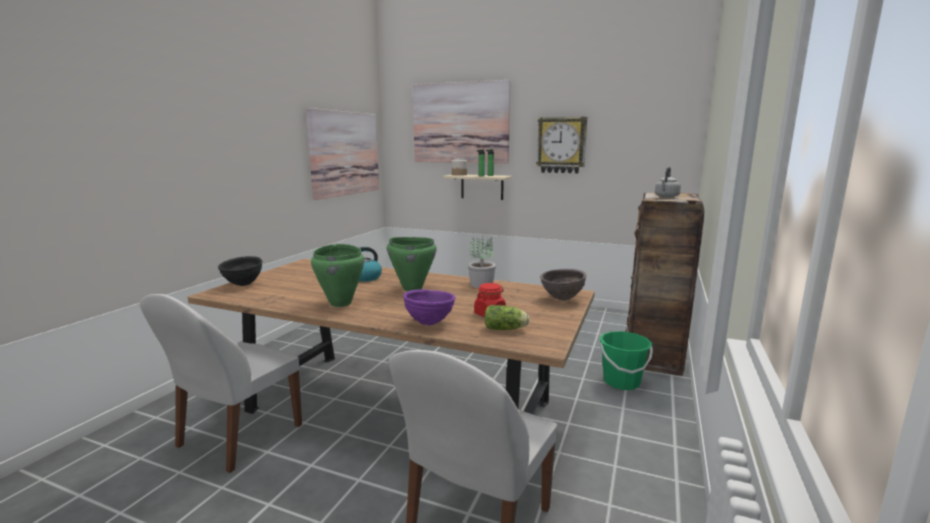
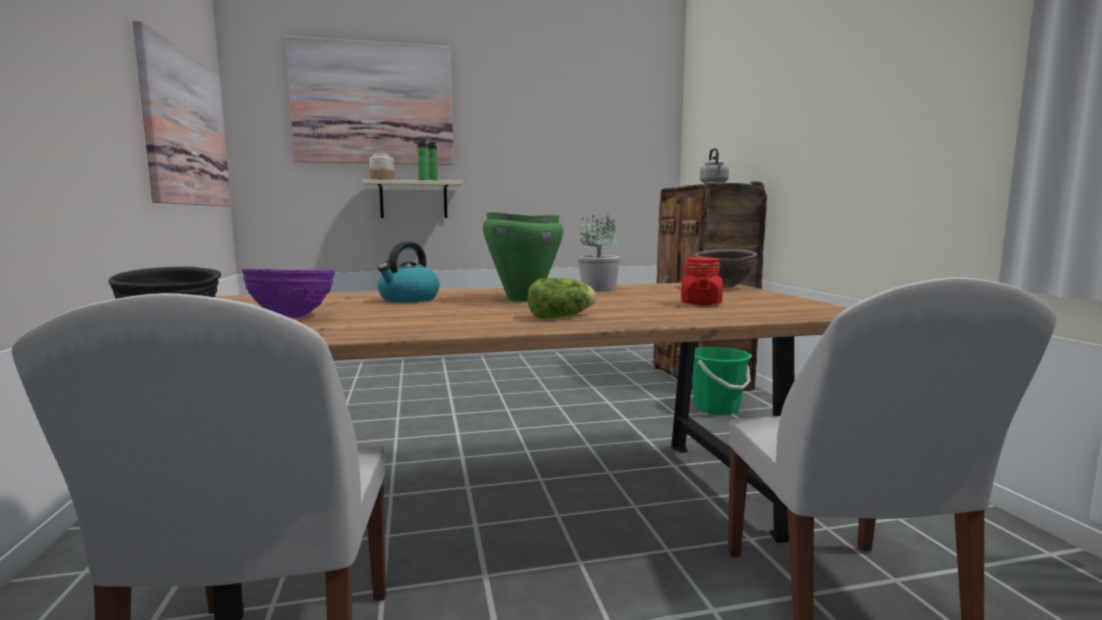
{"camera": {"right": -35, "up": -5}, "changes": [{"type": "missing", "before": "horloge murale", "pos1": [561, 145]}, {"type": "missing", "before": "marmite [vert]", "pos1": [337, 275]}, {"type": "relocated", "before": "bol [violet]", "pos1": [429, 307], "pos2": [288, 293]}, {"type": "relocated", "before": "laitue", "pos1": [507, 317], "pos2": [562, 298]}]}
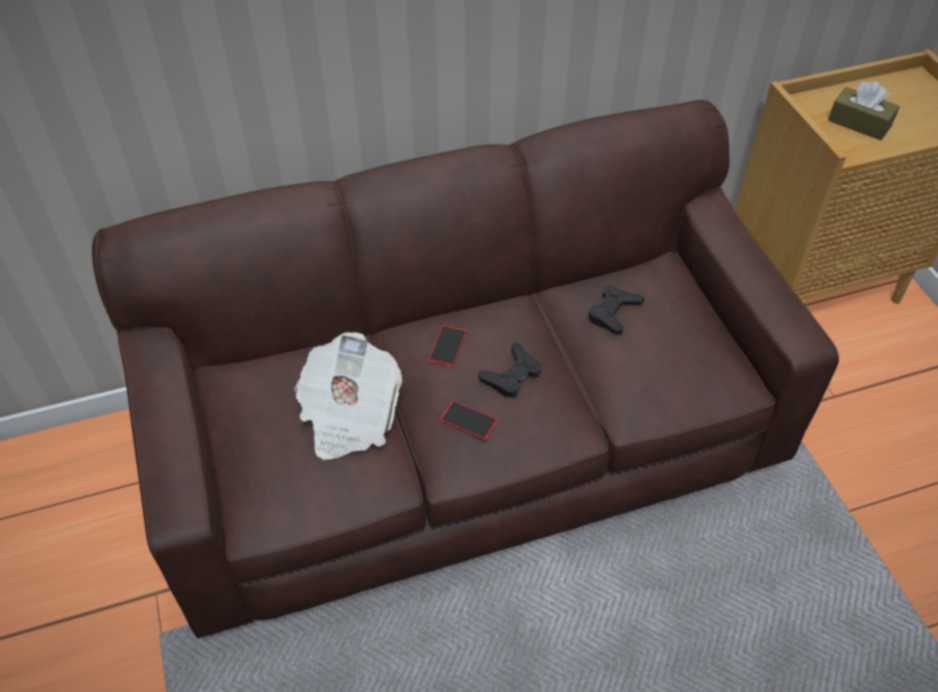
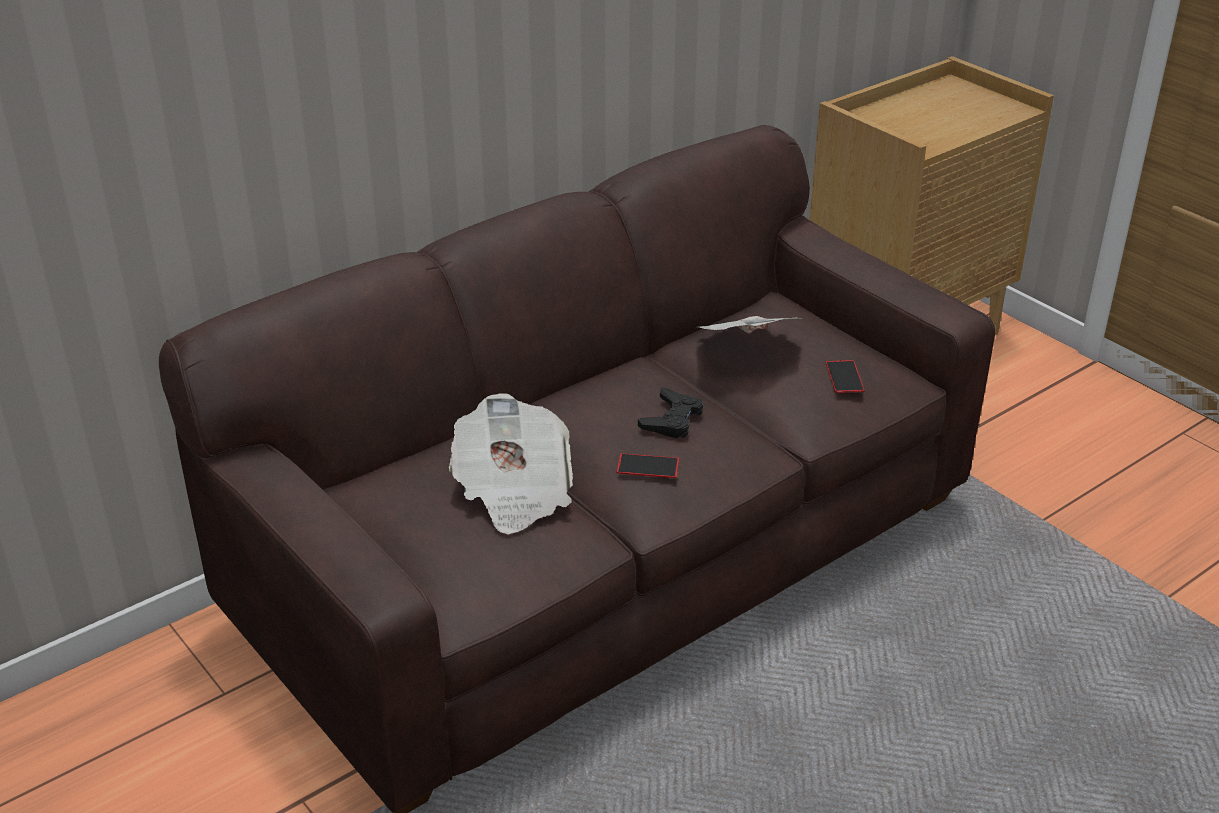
{"camera": {"right": -20, "up": -15}, "changes": [{"type": "missing", "before": "boîte à mouchoirs [marron]", "pos1": [864, 110]}, {"type": "exchanged", "before": "manette [noir]", "after": "journal", "pos1": [616, 309], "pos2": [750, 325]}, {"type": "relocated", "before": "téléphone", "pos1": [447, 346], "pos2": [845, 376]}]}
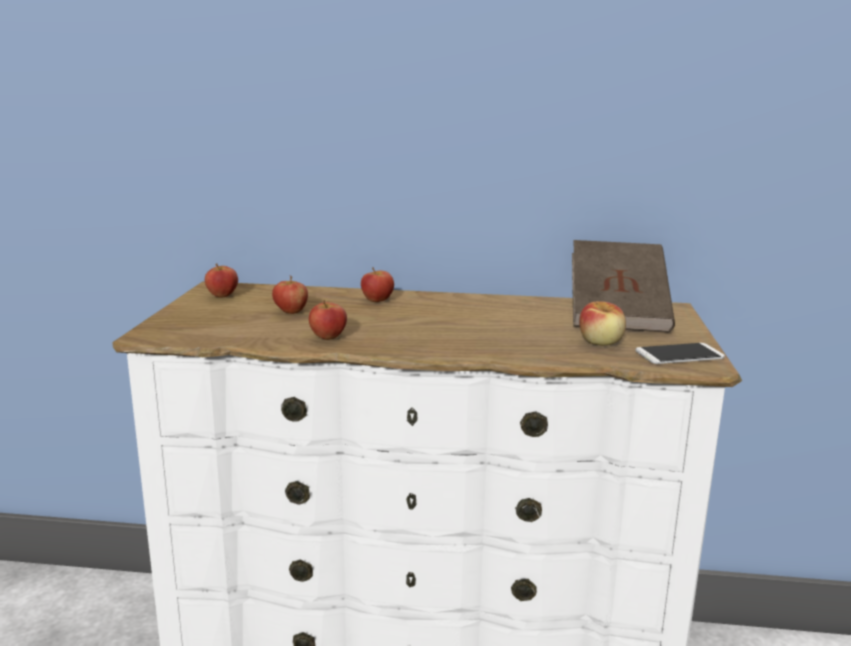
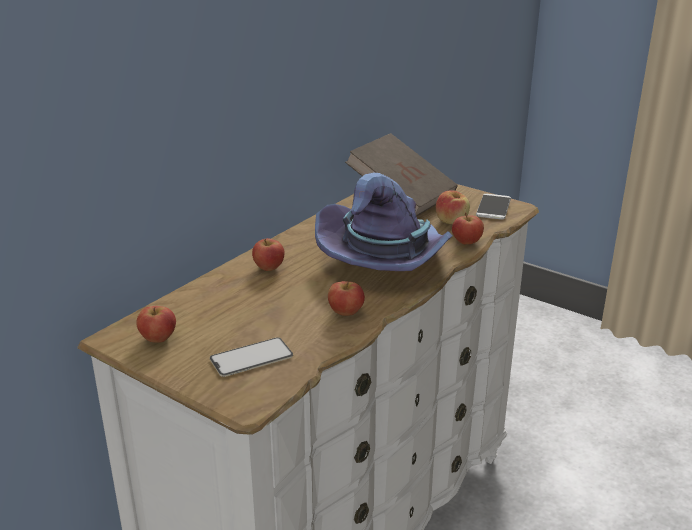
{"camera": {"right": -60, "up": 10}, "changes": [{"type": "relocated", "before": "pomme", "pos1": [290, 294], "pos2": [468, 228]}, {"type": "appeared", "after": "chapeau [violet]", "pos2": [383, 222]}, {"type": "appeared", "after": "téléphone", "pos2": [251, 357]}]}
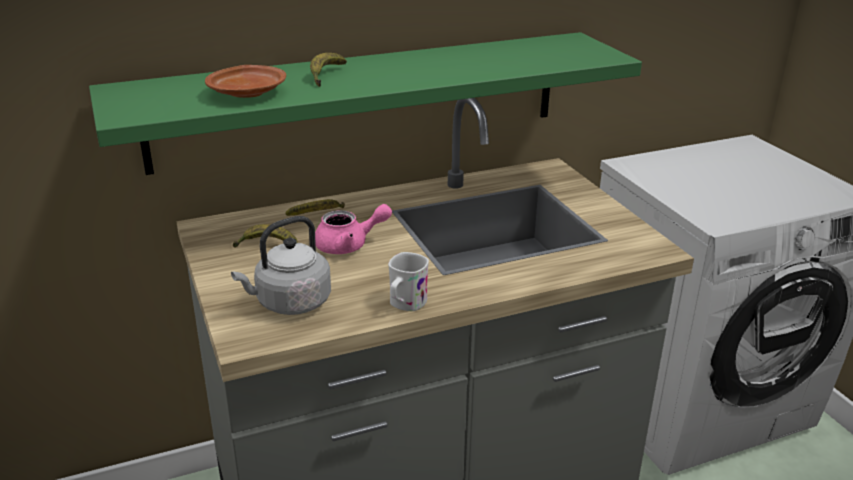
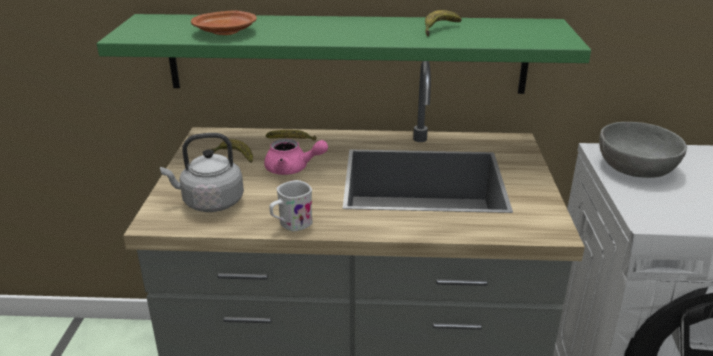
{"camera": {"right": 25, "up": 0}, "changes": [{"type": "relocated", "before": "banane", "pos1": [328, 70], "pos2": [443, 23]}, {"type": "appeared", "after": "bol [gris]", "pos2": [643, 150]}]}
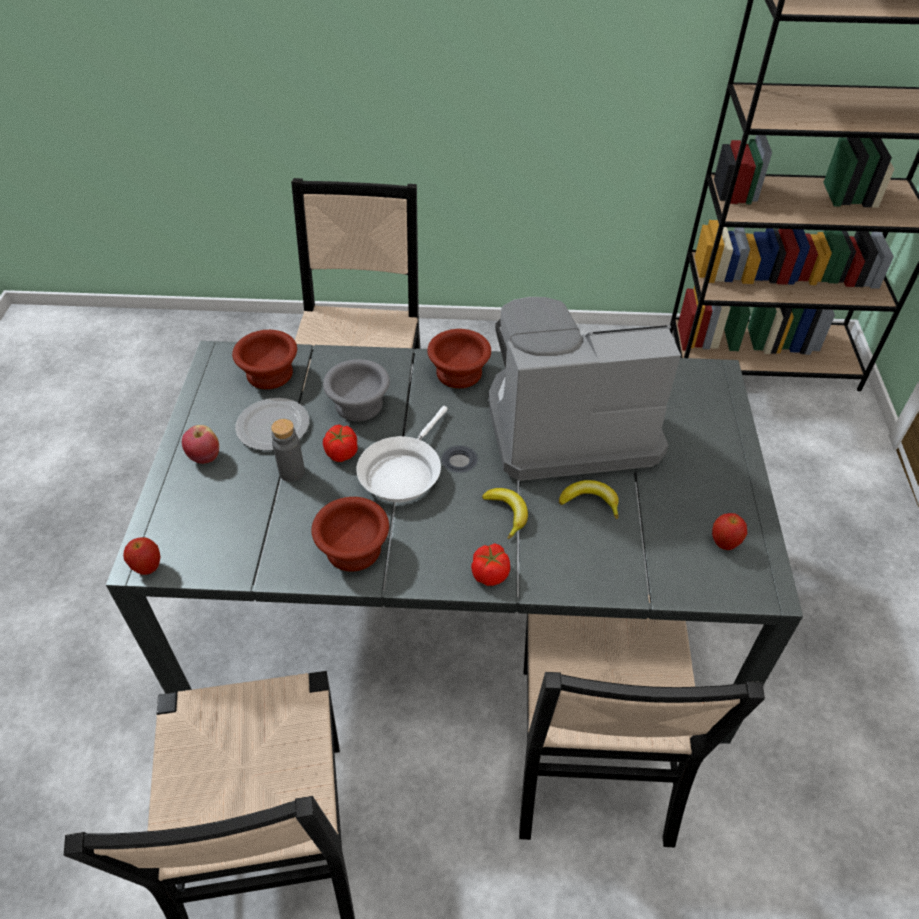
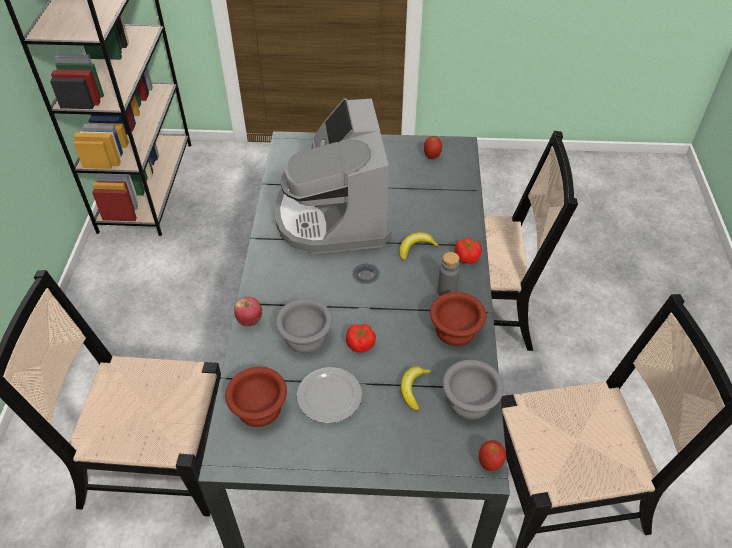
{"camera": {"right": -90, "up": 0}, "changes": [{"type": "missing", "before": "bol [marron]", "pos1": [459, 358]}, {"type": "missing", "before": "poêle [blanc]", "pos1": [402, 454]}, {"type": "relocated", "before": "bouteille [gris]", "pos1": [288, 450], "pos2": [448, 274]}, {"type": "relocated", "before": "pomme", "pos1": [200, 444], "pos2": [248, 311]}, {"type": "relocated", "before": "banane", "pos1": [589, 499], "pos2": [417, 388]}, {"type": "appeared", "after": "bol [gris]", "pos2": [473, 389]}]}
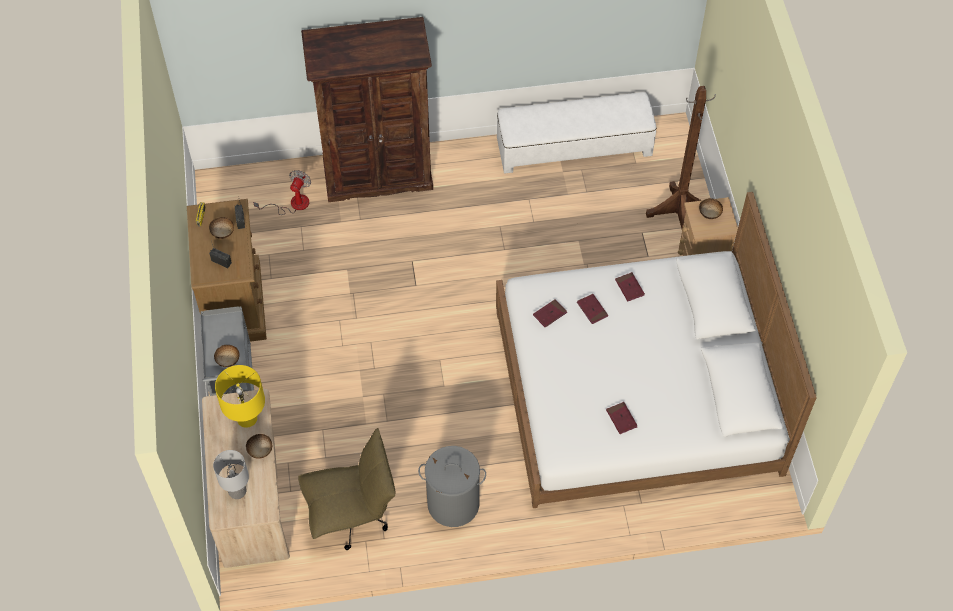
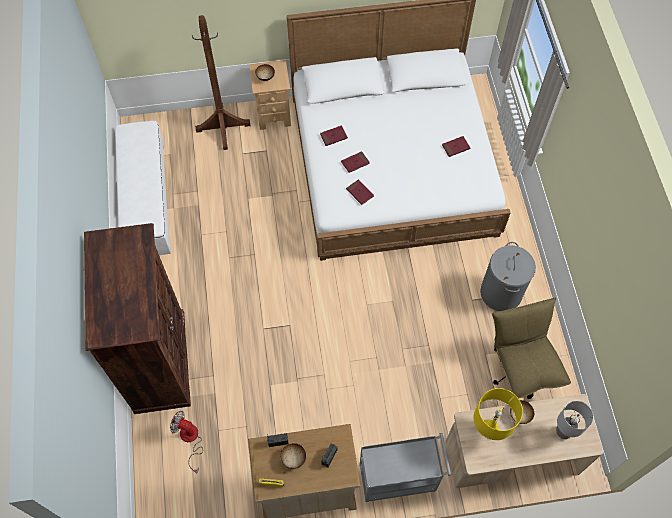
{"camera": {"right": -90, "up": 5}, "changes": [{"type": "missing", "before": "bol", "pos1": [226, 356]}]}
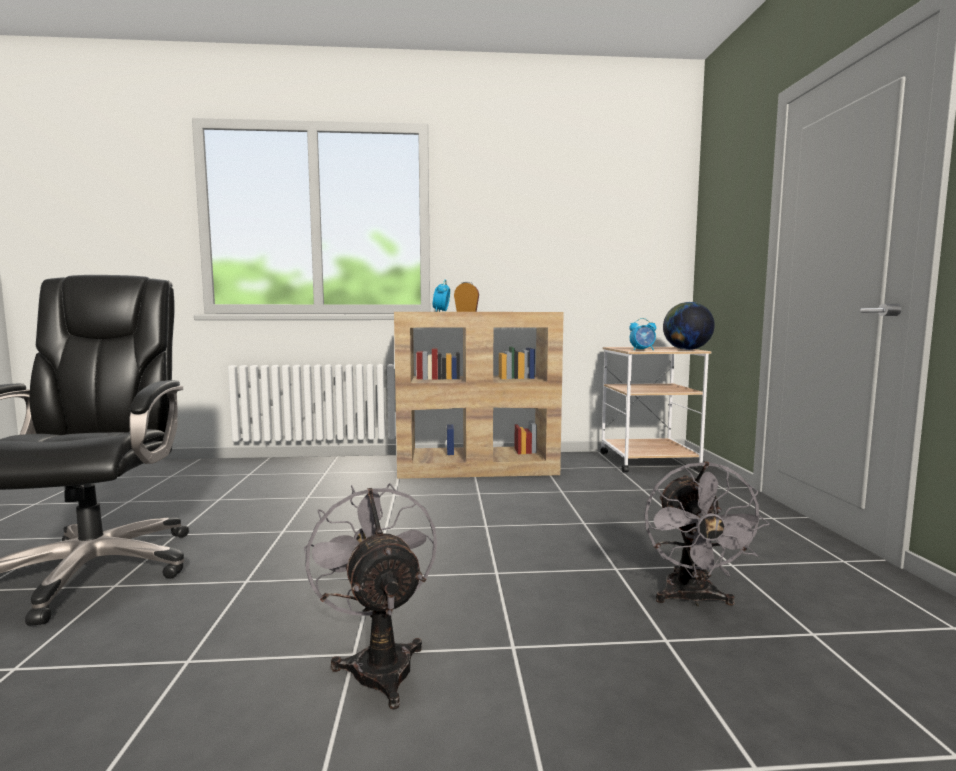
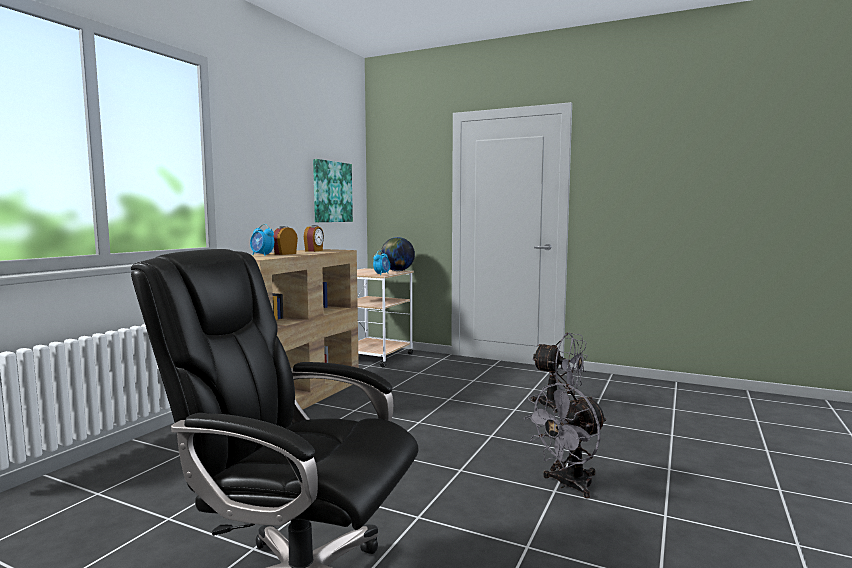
{"camera": {"right": -60, "up": 0}, "changes": [{"type": "spun", "before": "ventilateur [gris]", "pos1": [370, 596], "pos2": [565, 440], "turn": -45}, {"type": "appeared", "after": "tableau", "pos2": [333, 190]}, {"type": "appeared", "after": "réveil", "pos2": [314, 238]}]}
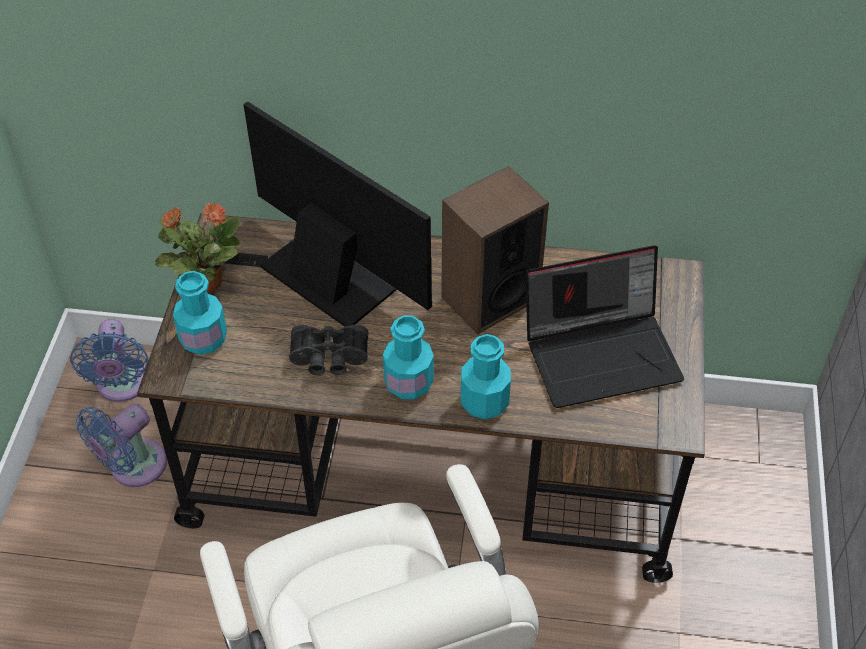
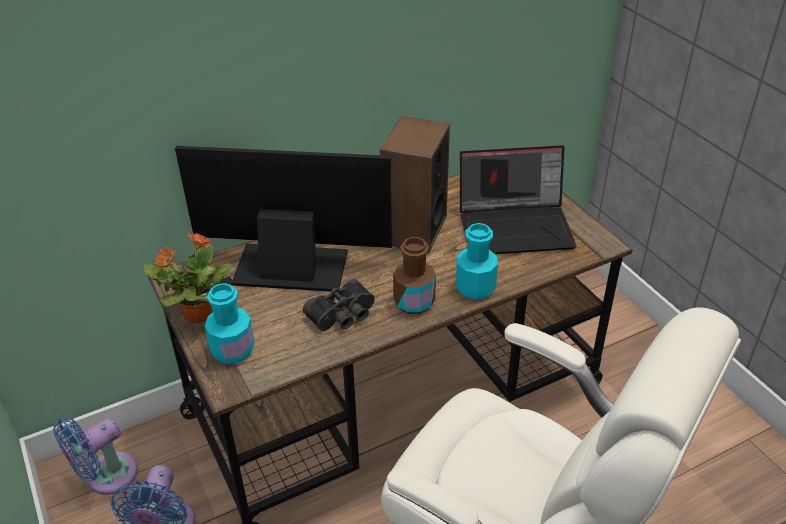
{"camera": {"right": -35, "up": -10}, "changes": [{"type": "spun", "before": "ordinateur portable", "pos1": [605, 326], "pos2": [518, 199], "turn": 45}, {"type": "colour", "before": "bouteille [turquoise]", "after": "bouteille [marron]", "pos1": [408, 357], "pos2": [414, 275]}, {"type": "spun", "before": "ventilateur [bleu]", "pos1": [109, 360], "pos2": [95, 456], "turn": 90}]}
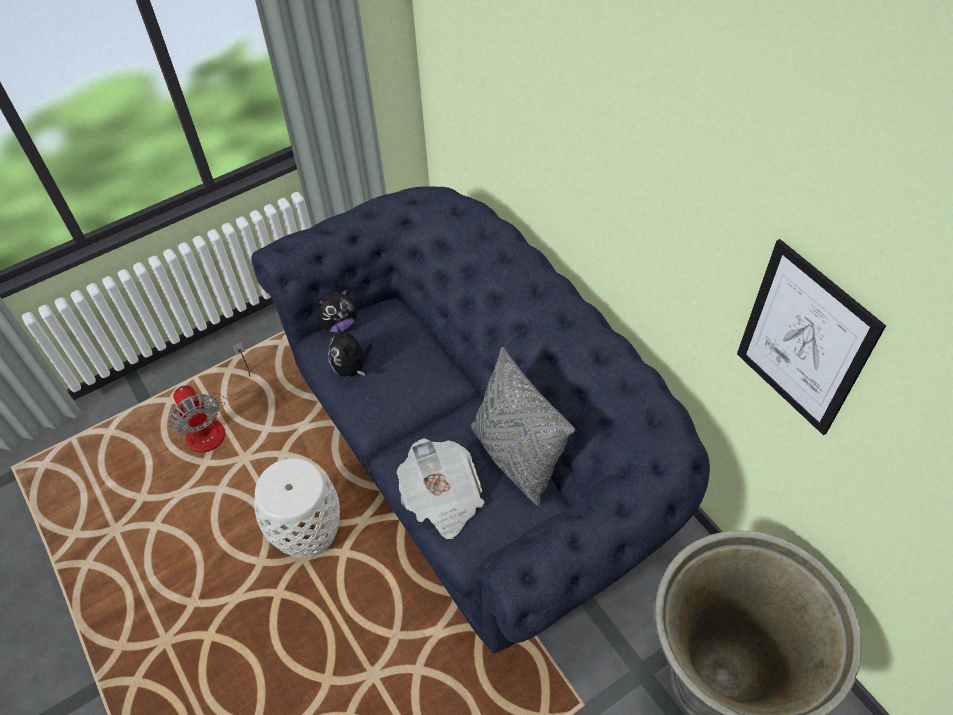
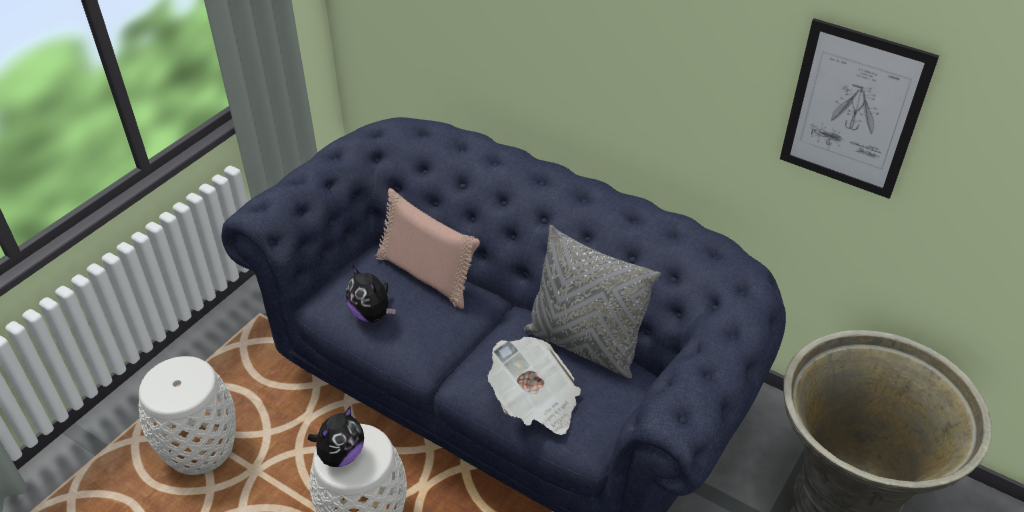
{"camera": {"right": -25, "up": -10}, "changes": [{"type": "relocated", "before": "peluche", "pos1": [337, 310], "pos2": [336, 436]}, {"type": "exchanged", "before": "ventilateur", "after": "tabouret [blanc]", "pos1": [209, 397], "pos2": [187, 415]}, {"type": "appeared", "after": "coussin [beige]", "pos2": [427, 248]}]}
